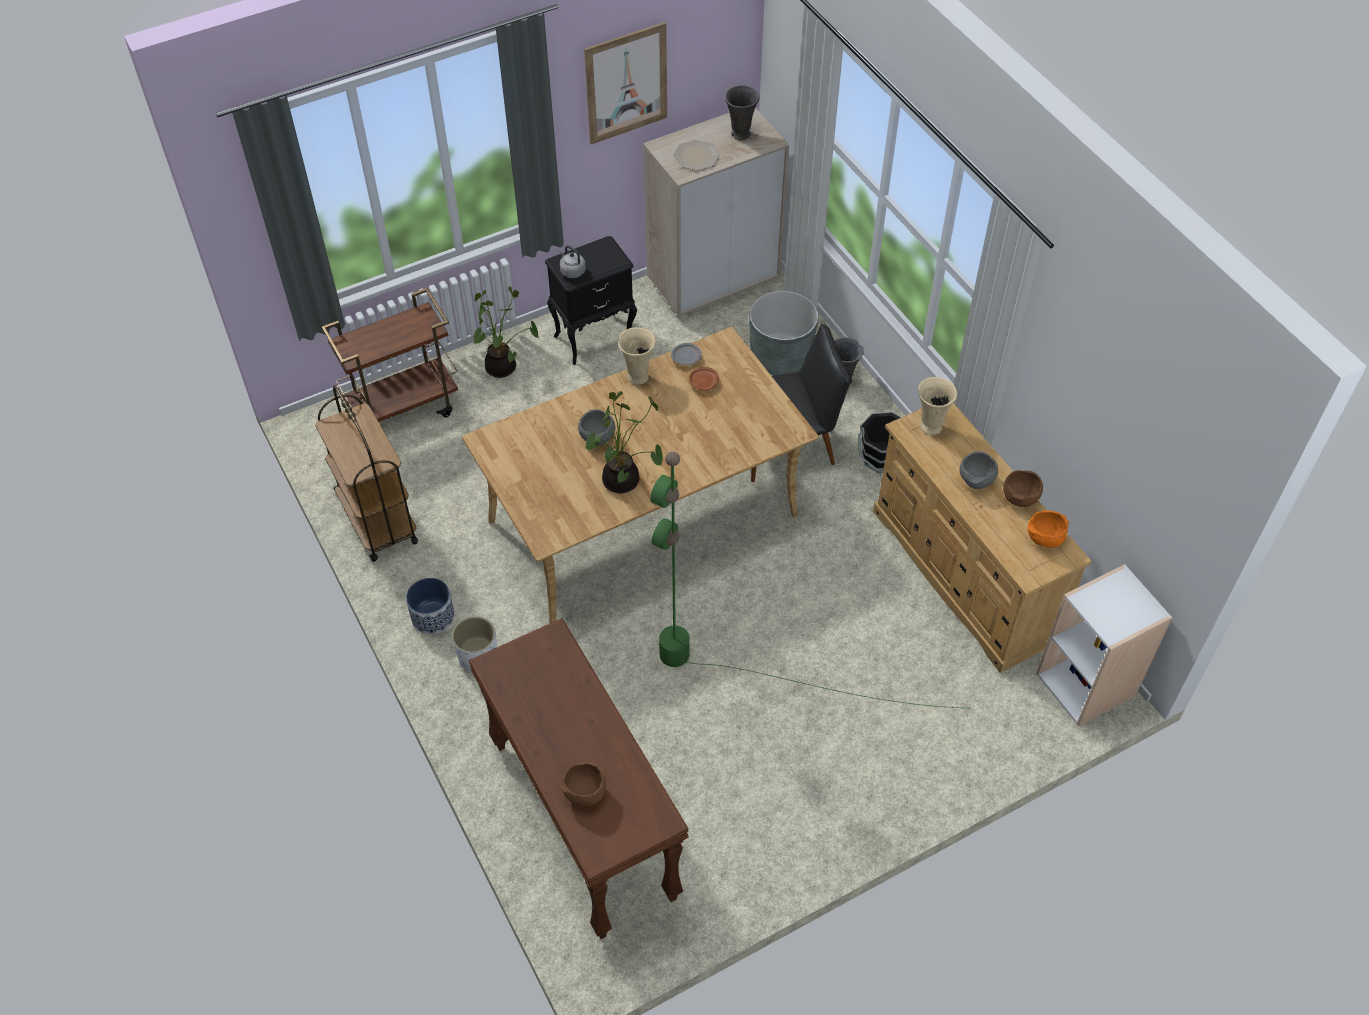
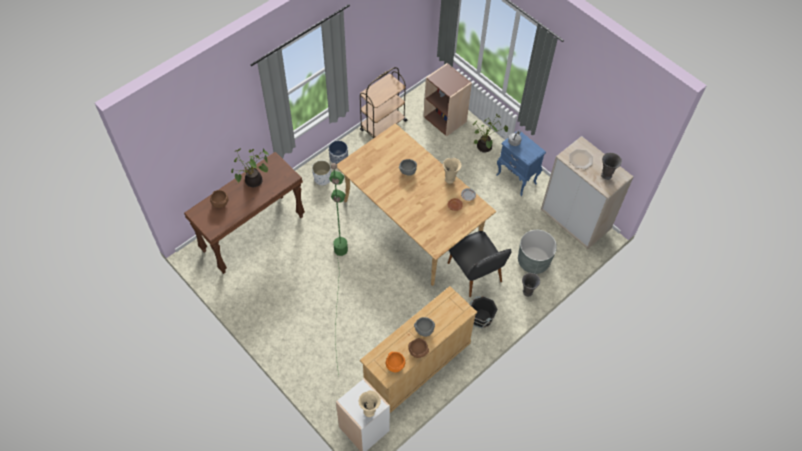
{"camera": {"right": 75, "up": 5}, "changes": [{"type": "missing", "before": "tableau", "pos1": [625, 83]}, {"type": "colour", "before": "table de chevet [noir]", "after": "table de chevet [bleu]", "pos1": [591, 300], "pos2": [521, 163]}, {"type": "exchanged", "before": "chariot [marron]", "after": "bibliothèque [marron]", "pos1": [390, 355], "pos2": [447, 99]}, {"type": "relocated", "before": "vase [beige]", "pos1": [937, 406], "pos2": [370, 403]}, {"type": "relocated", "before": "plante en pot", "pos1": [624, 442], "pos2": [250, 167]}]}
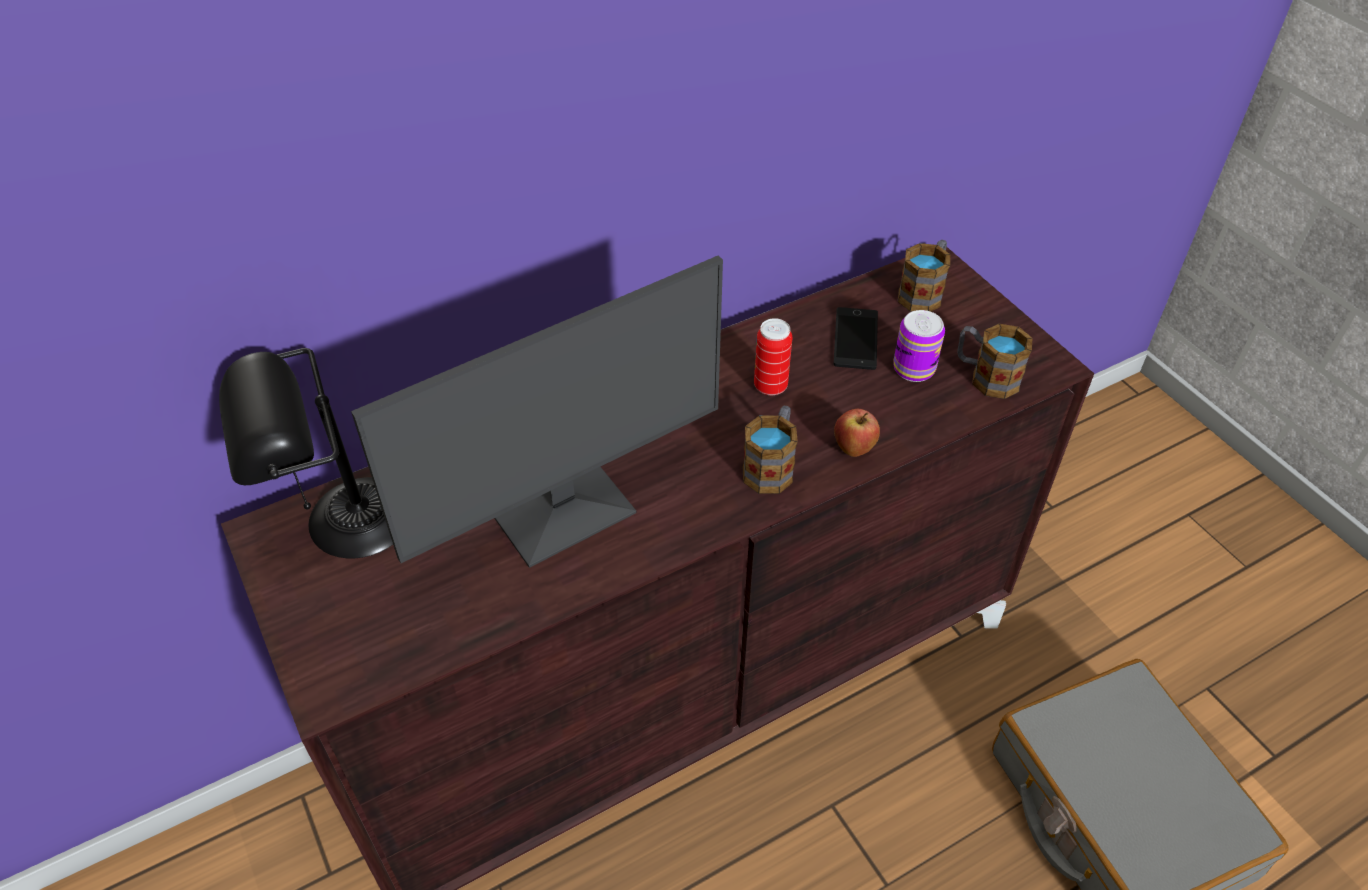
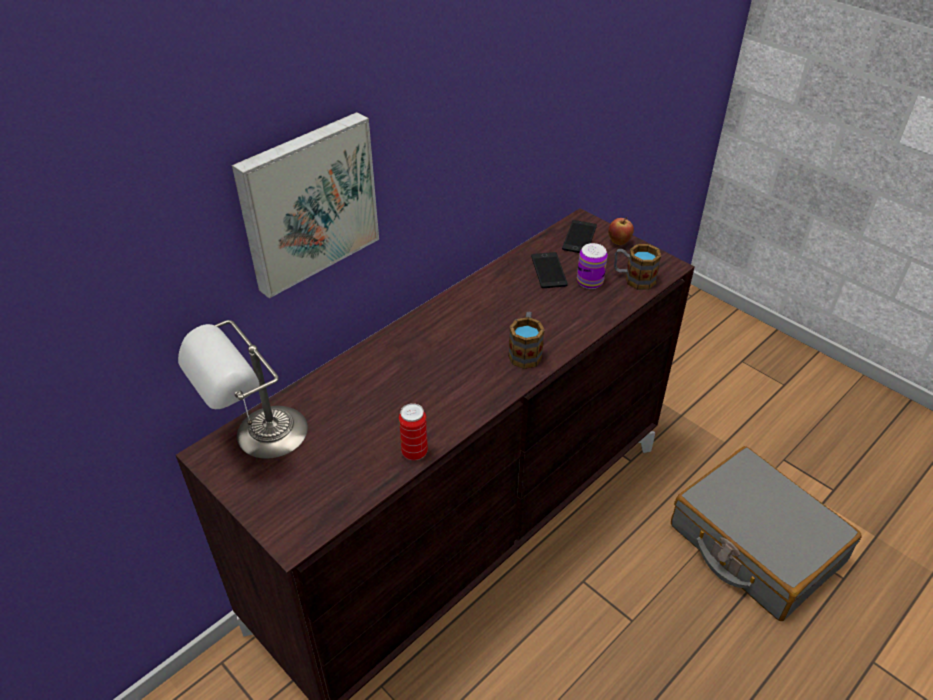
{"camera": {"right": -15, "up": -5}, "changes": [{"type": "exchanged", "before": "mug", "after": "téléphone", "pos1": [924, 276], "pos2": [579, 236]}, {"type": "missing", "before": "écran d'ordinateur", "pos1": [537, 411]}, {"type": "relocated", "before": "boîte métallique", "pos1": [773, 356], "pos2": [413, 431]}, {"type": "colour", "before": "lampe de table [noir]", "after": "lampe de table [blanc]", "pos1": [306, 453], "pos2": [243, 389]}, {"type": "relocated", "before": "pomme", "pos1": [857, 433], "pos2": [621, 231]}, {"type": "appeared", "after": "tableau", "pos2": [305, 205]}]}
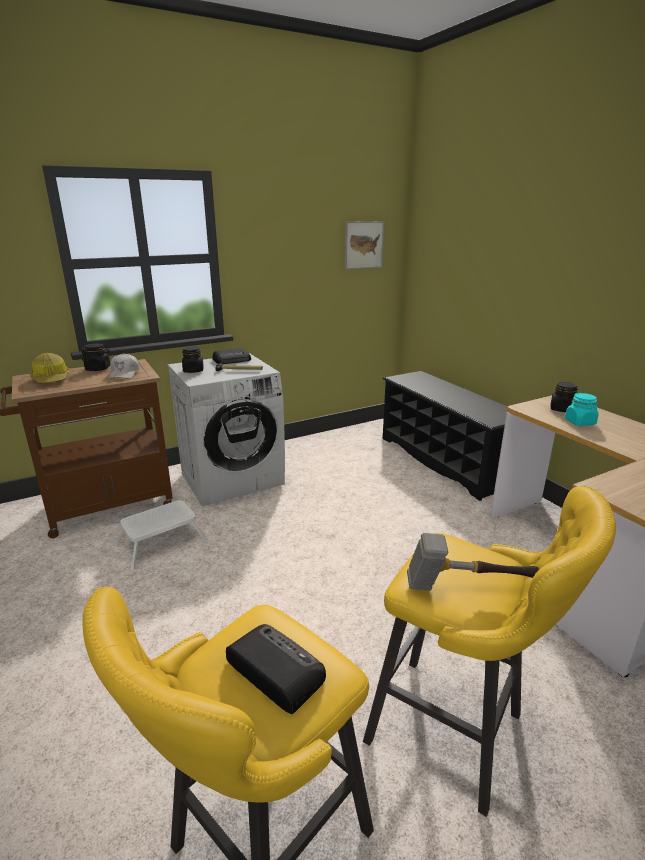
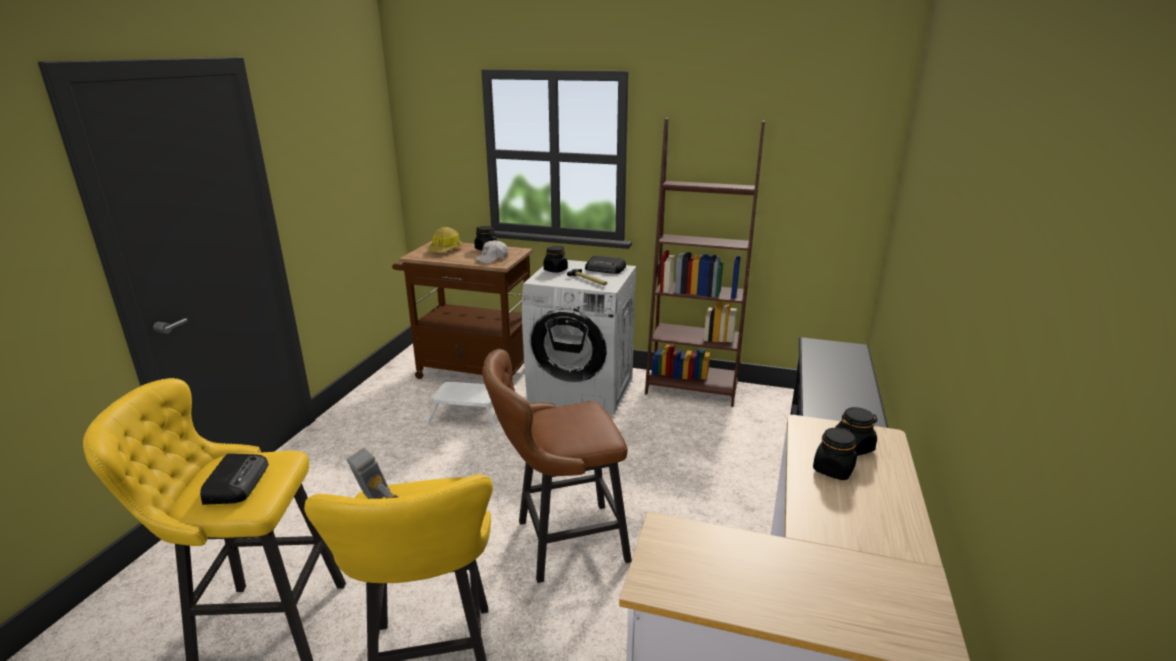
{"camera": {"right": 45, "up": 0}, "changes": [{"type": "missing", "before": "tableau", "pos1": [364, 245]}, {"type": "colour", "before": "bocal [turquoise]", "after": "bocal [noir]", "pos1": [582, 409], "pos2": [835, 453]}, {"type": "appeared", "after": "bibliothèque [marron]", "pos2": [705, 262]}, {"type": "appeared", "after": "tabouret [marron]", "pos2": [557, 466]}]}
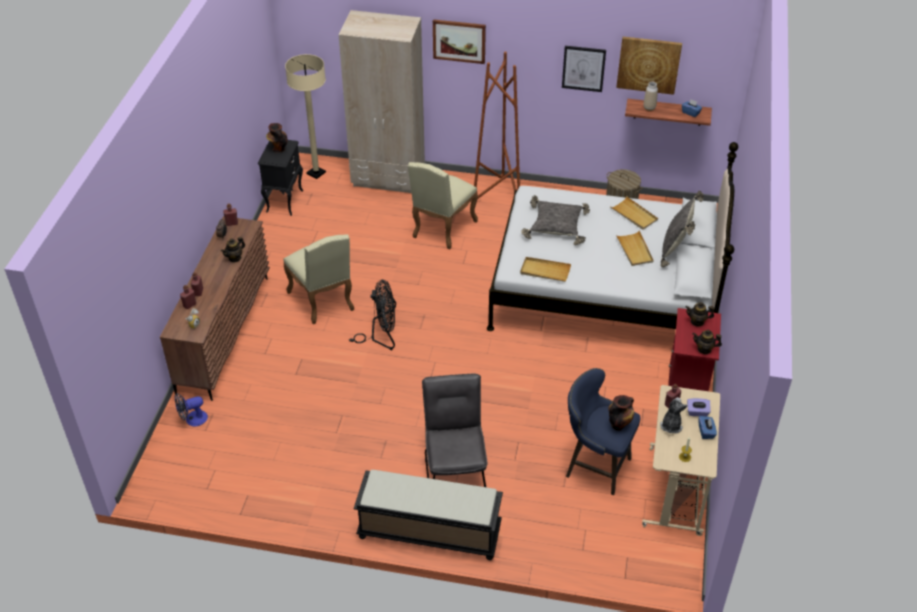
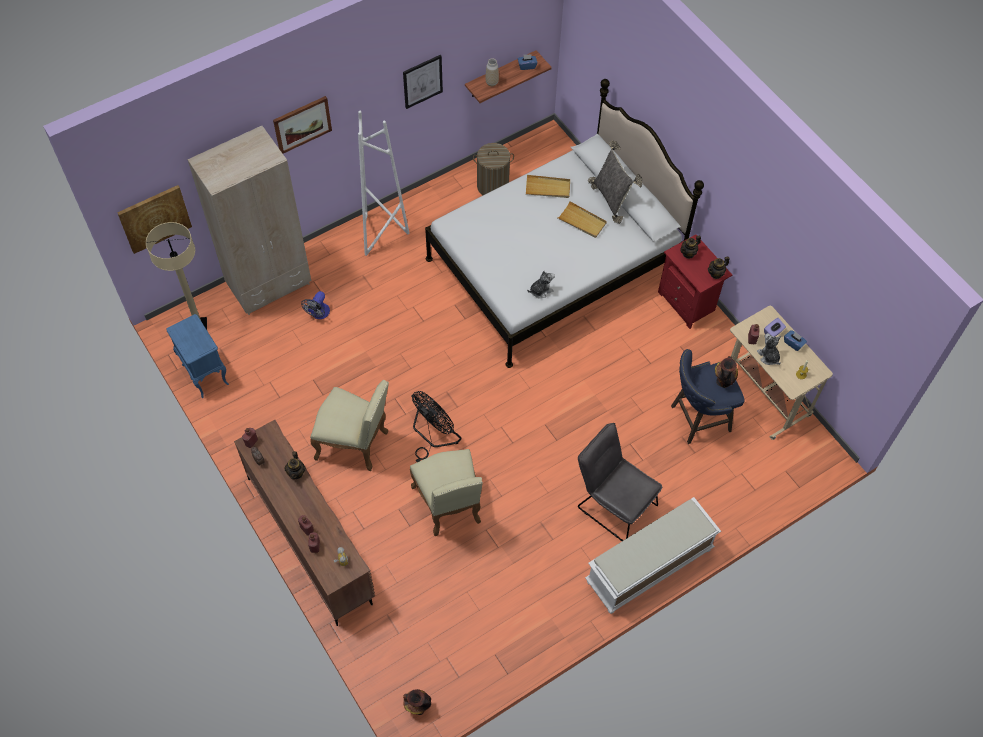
{"camera": {"right": -45, "up": 15}, "changes": [{"type": "relocated", "before": "tableau", "pos1": [649, 66], "pos2": [154, 219]}, {"type": "colour", "before": "portant [marron]", "after": "portant [blanc]", "pos1": [497, 125], "pos2": [383, 183]}, {"type": "relocated", "before": "vase", "pos1": [277, 138], "pos2": [417, 702]}, {"type": "colour", "before": "table de chevet [noir]", "after": "table de chevet [bleu]", "pos1": [280, 178], "pos2": [197, 356]}, {"type": "relocated", "before": "chaise [beige]", "pos1": [443, 205], "pos2": [446, 492]}, {"type": "missing", "before": "coussin", "pos1": [555, 220]}, {"type": "exchanged", "before": "plateau [beige]", "after": "peluche", "pos1": [545, 269], "pos2": [541, 284]}, {"type": "relocated", "before": "ventilateur", "pos1": [191, 409], "pos2": [315, 305]}, {"type": "colour", "before": "banc [noir]", "after": "banc [blanc]", "pos1": [428, 515], "pos2": [653, 555]}]}
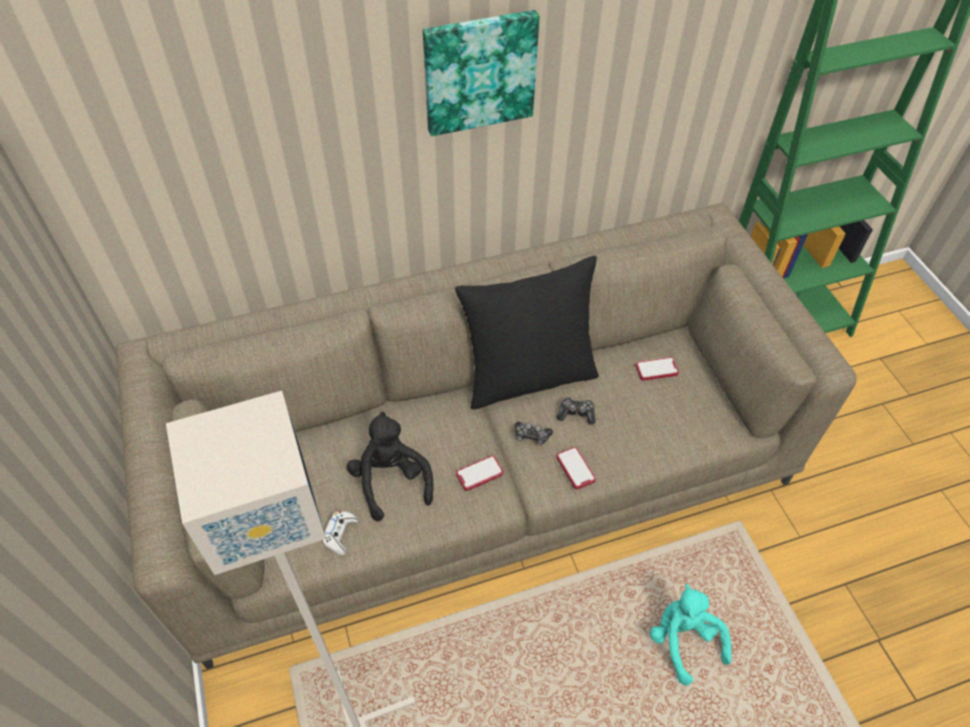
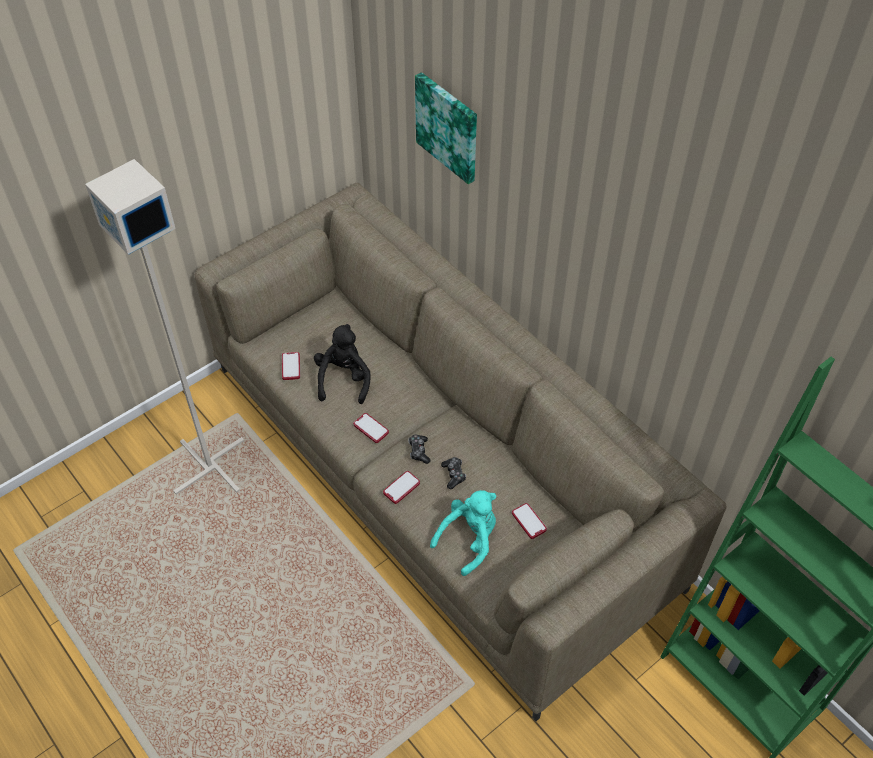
{"camera": {"right": 70, "up": 0}, "changes": [{"type": "relocated", "before": "tableau", "pos1": [481, 73], "pos2": [446, 128]}, {"type": "missing", "before": "coussin [noir]", "pos1": [527, 333]}, {"type": "spun", "before": "peluche [noir]", "pos1": [390, 466], "pos2": [342, 364], "turn": -45}, {"type": "exchanged", "before": "manette [blanc]", "after": "téléphone", "pos1": [340, 533], "pos2": [291, 366]}, {"type": "relocated", "before": "peluche [turquoise]", "pos1": [691, 634], "pos2": [463, 533]}]}
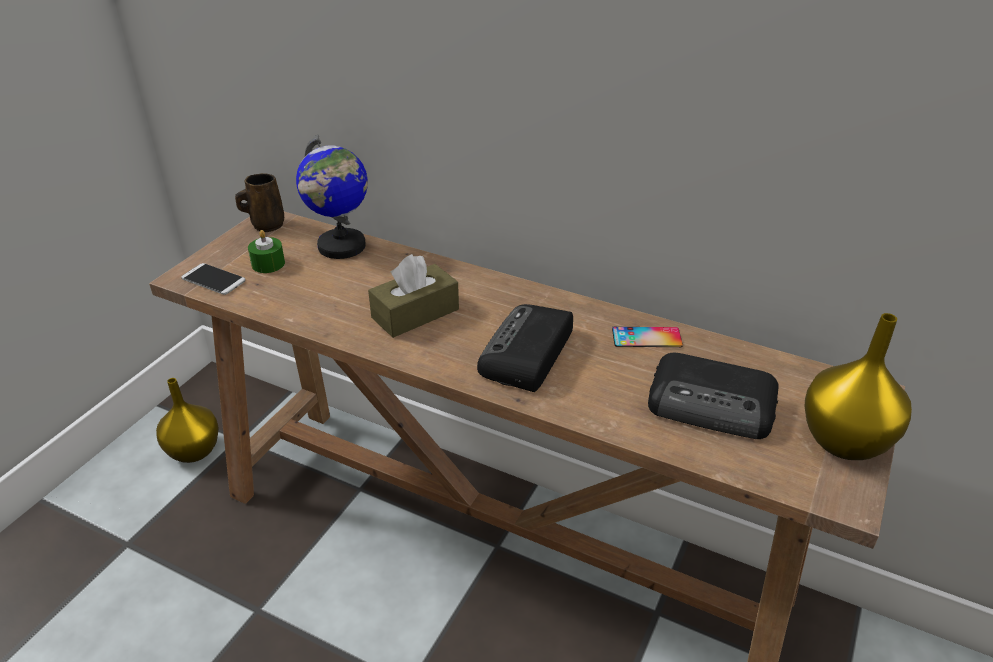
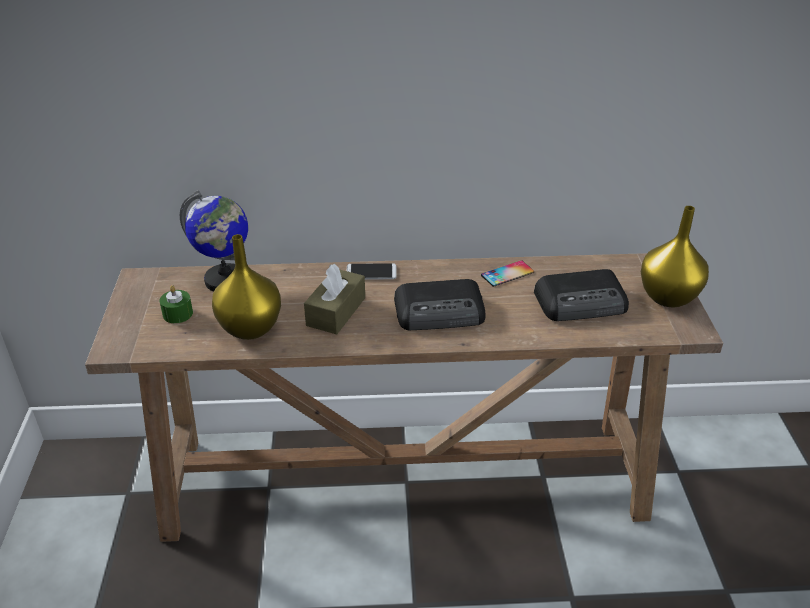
{"camera": {"right": -30, "up": 0}, "changes": [{"type": "missing", "before": "mug [marron]", "pos1": [259, 202]}, {"type": "relocated", "before": "téléphone", "pos1": [213, 279], "pos2": [372, 271]}, {"type": "spun", "before": "radio", "pos1": [525, 348], "pos2": [439, 304], "turn": -90}, {"type": "relocated", "before": "vase [jaune]", "pos1": [187, 420], "pos2": [246, 287]}]}
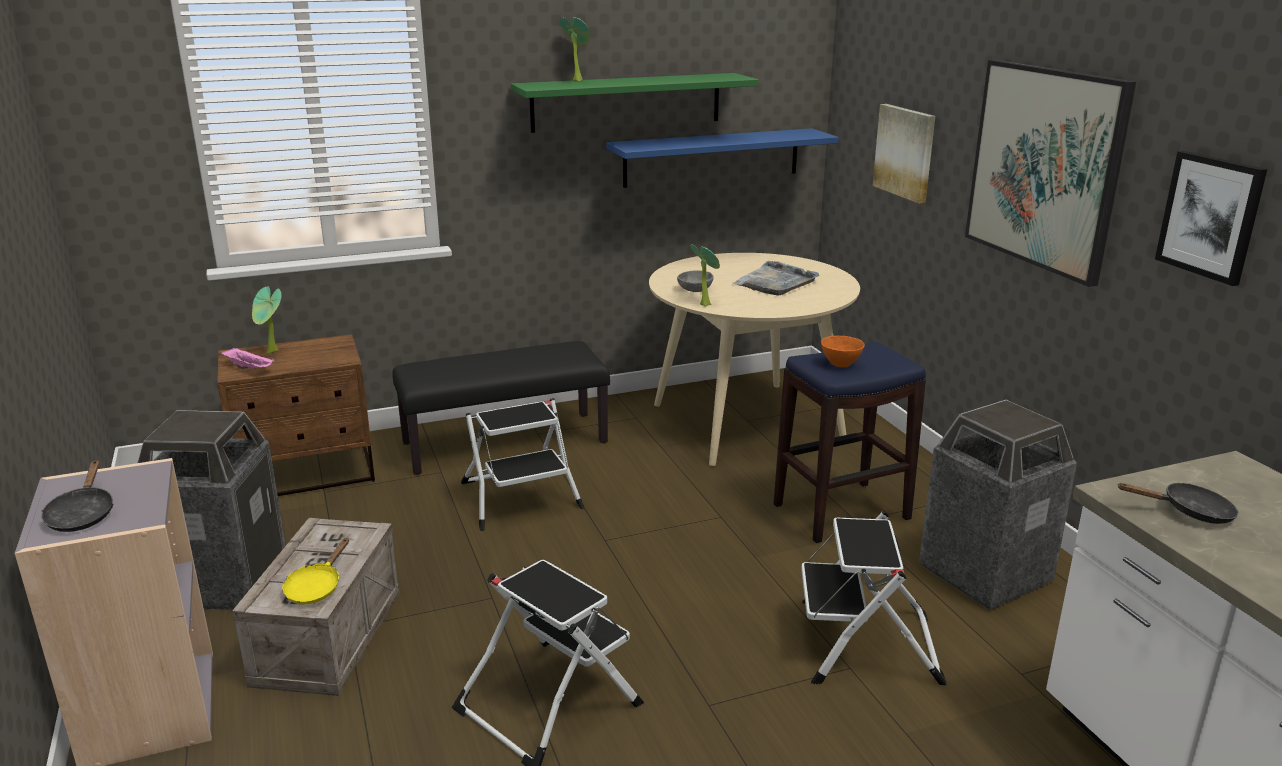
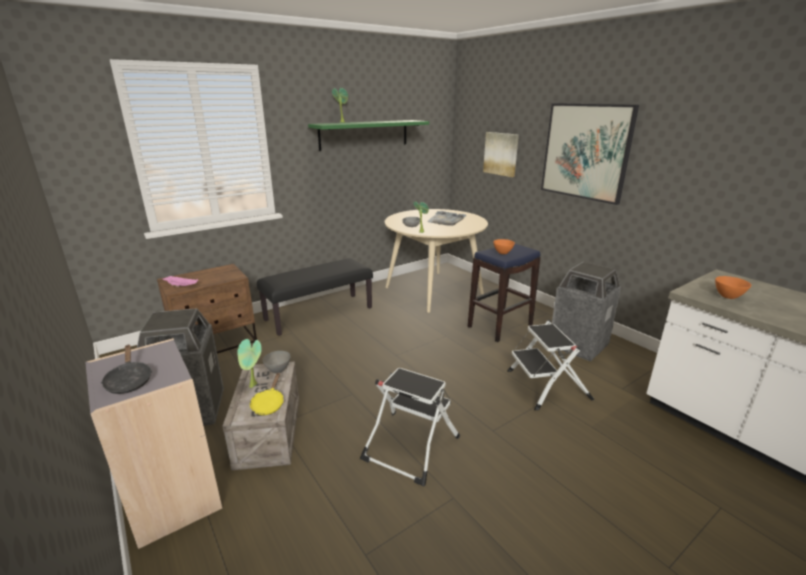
{"camera": {"right": -15, "up": 0}, "changes": [{"type": "missing", "before": "étagère [bleu]", "pos1": [722, 158]}, {"type": "missing", "before": "tableau", "pos1": [1211, 218]}, {"type": "relocated", "before": "plante en pot", "pos1": [266, 320], "pos2": [249, 363]}, {"type": "missing", "before": "escabeau", "pos1": [522, 464]}, {"type": "exchanged", "before": "poêle [noir]", "after": "bol [orange]", "pos1": [1178, 503], "pos2": [733, 287]}, {"type": "appeared", "after": "bol [gris]", "pos2": [277, 362]}]}
